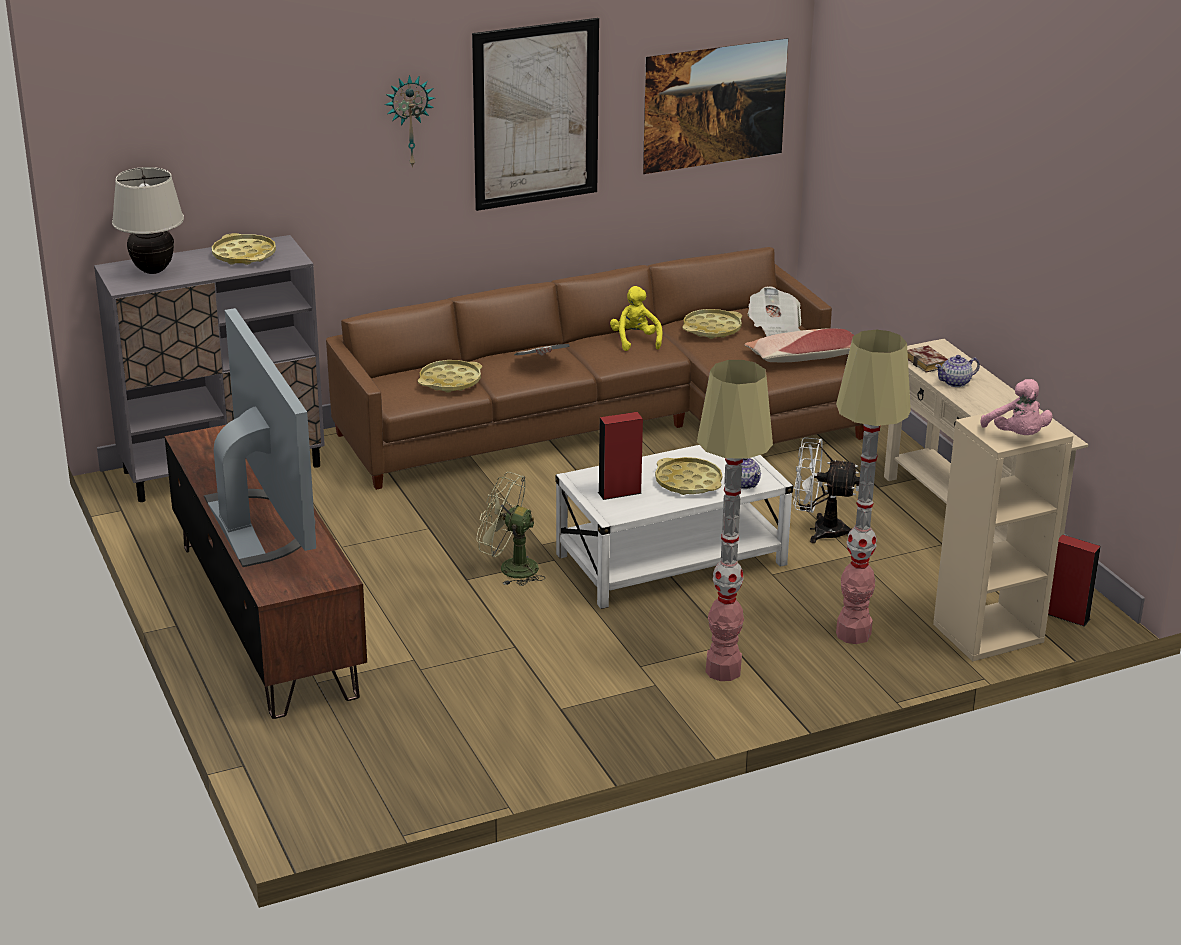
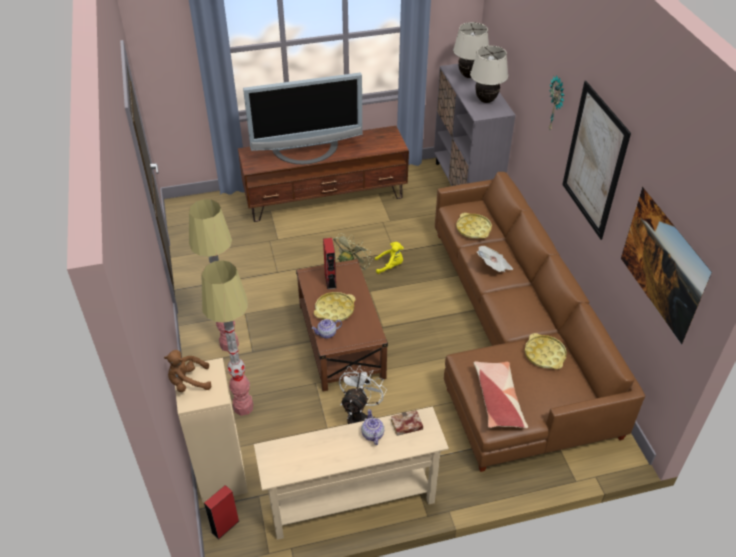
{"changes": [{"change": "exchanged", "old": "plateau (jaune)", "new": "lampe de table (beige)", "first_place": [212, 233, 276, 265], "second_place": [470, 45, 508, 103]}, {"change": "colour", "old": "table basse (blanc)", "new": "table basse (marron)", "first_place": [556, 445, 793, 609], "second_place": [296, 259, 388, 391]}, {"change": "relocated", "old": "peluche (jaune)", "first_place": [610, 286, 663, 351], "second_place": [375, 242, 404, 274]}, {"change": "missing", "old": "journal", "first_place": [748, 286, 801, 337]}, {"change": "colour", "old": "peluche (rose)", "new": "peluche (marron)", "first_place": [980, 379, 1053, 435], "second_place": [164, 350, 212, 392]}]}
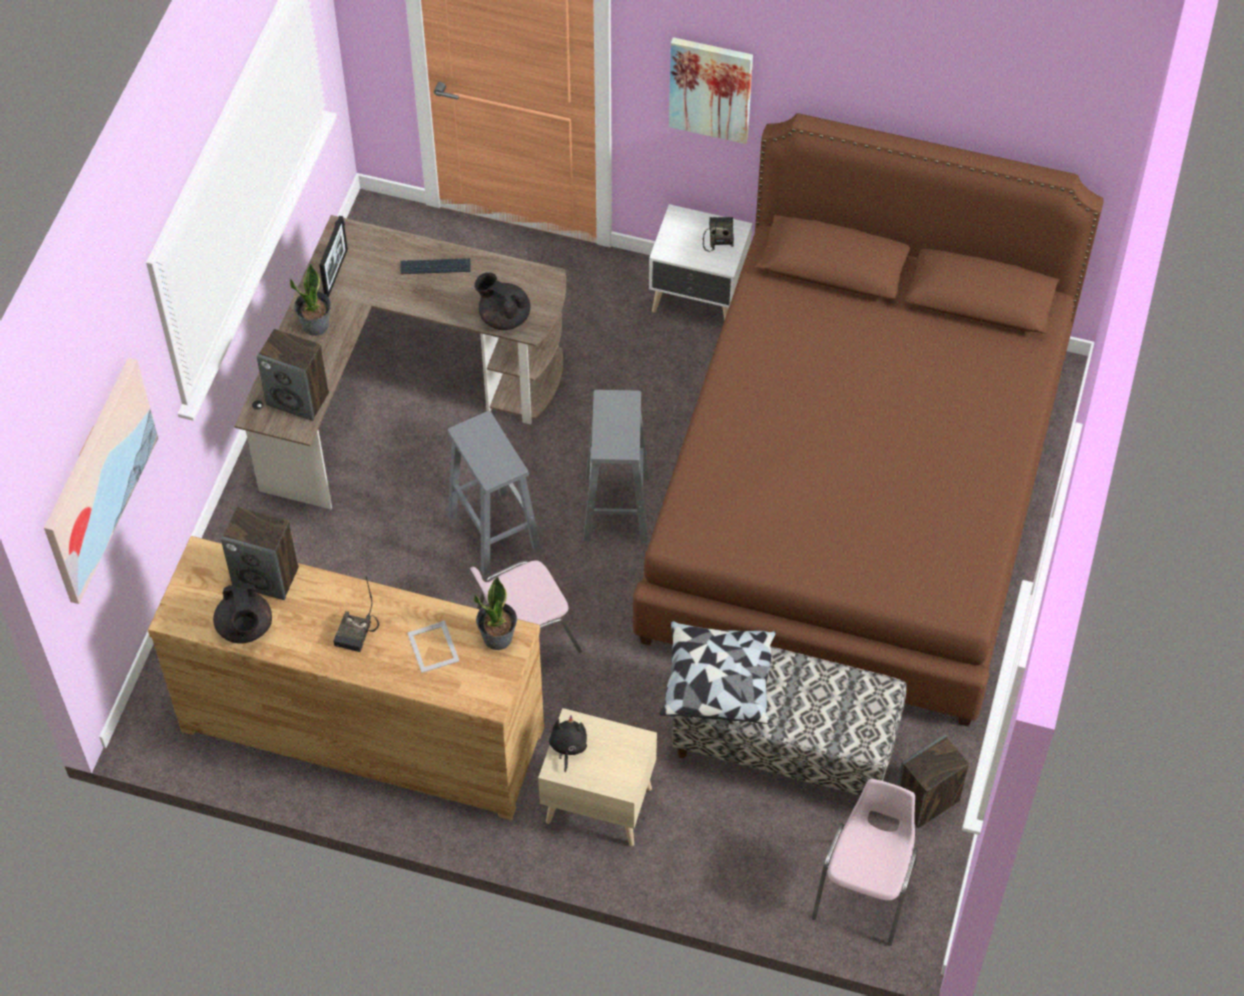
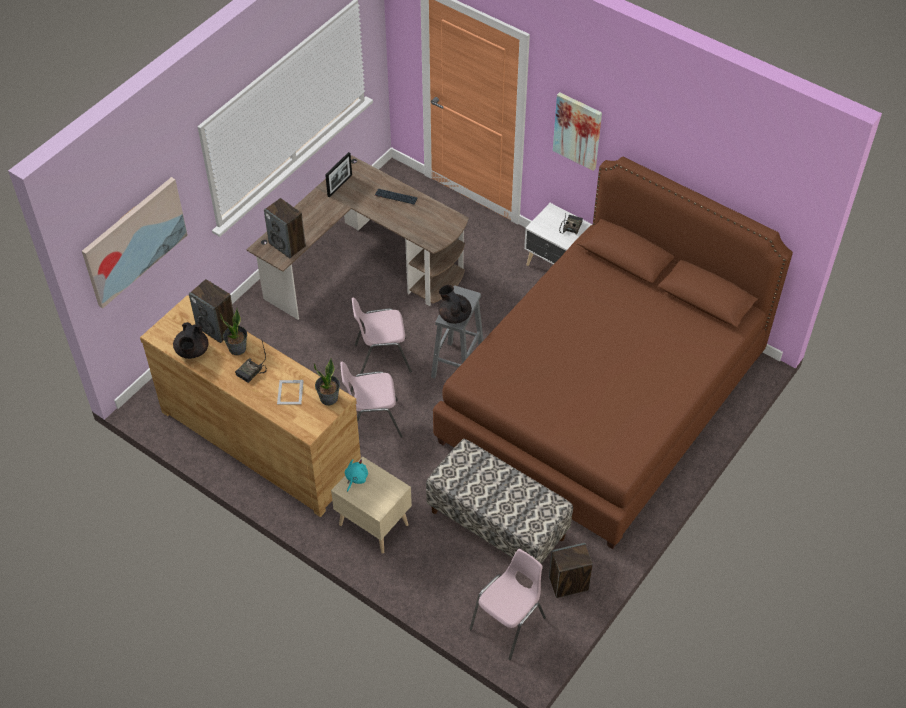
{"changes": [{"change": "relocated", "old": "plante en pot", "first_place": [290, 263, 331, 336], "second_place": [220, 308, 247, 355]}, {"change": "exchanged", "old": "tabouret (gris)", "new": "chaise (rose)", "first_place": [448, 411, 542, 576], "second_place": [352, 298, 412, 374]}, {"change": "relocated", "old": "théière (noir)", "first_place": [474, 272, 530, 330], "second_place": [438, 285, 472, 324]}, {"change": "colour", "old": "peluche (noir)", "new": "peluche (turquoise)", "first_place": [549, 715, 587, 772], "second_place": [345, 459, 368, 492]}, {"change": "missing", "old": "coussin", "first_place": [659, 621, 776, 724]}]}
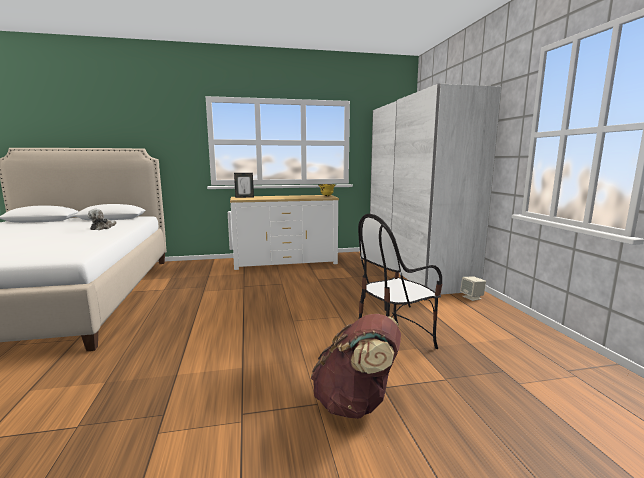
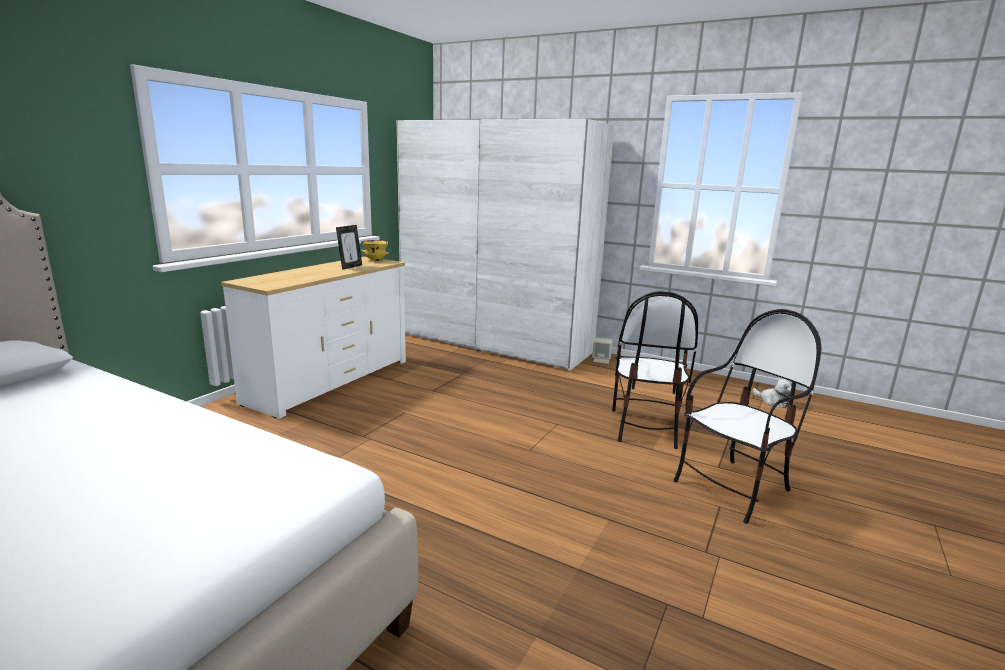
{"changes": [{"change": "relocated", "old": "peluche", "first_place": [88, 209, 117, 230], "second_place": [752, 379, 792, 408]}, {"change": "relocated", "old": "cadre photo", "first_place": [234, 173, 254, 198], "second_place": [336, 225, 362, 270]}, {"change": "exchanged", "old": "sac à dos (marron)", "new": "chaise", "first_place": [311, 314, 401, 419], "second_place": [673, 309, 821, 524]}]}
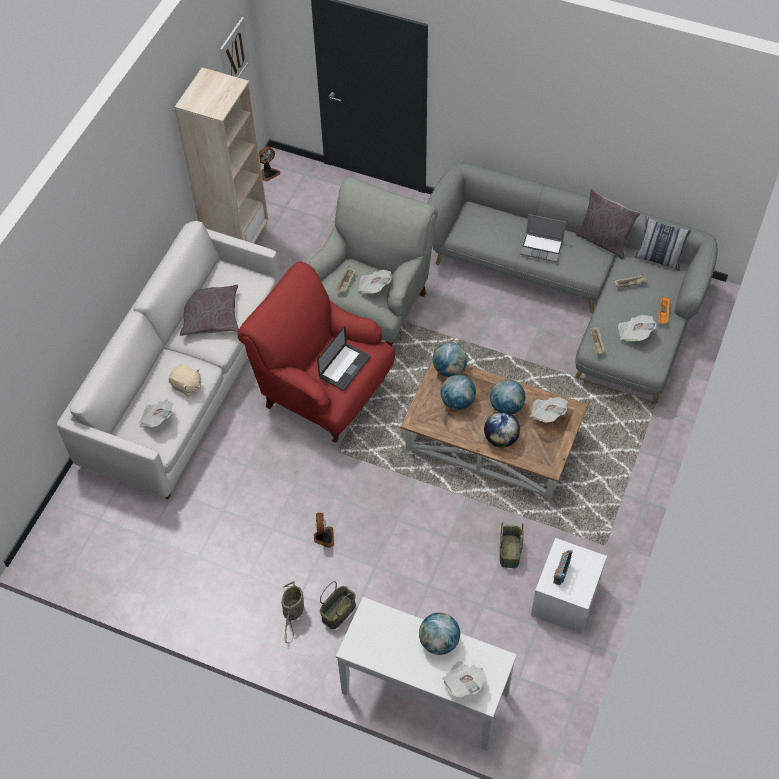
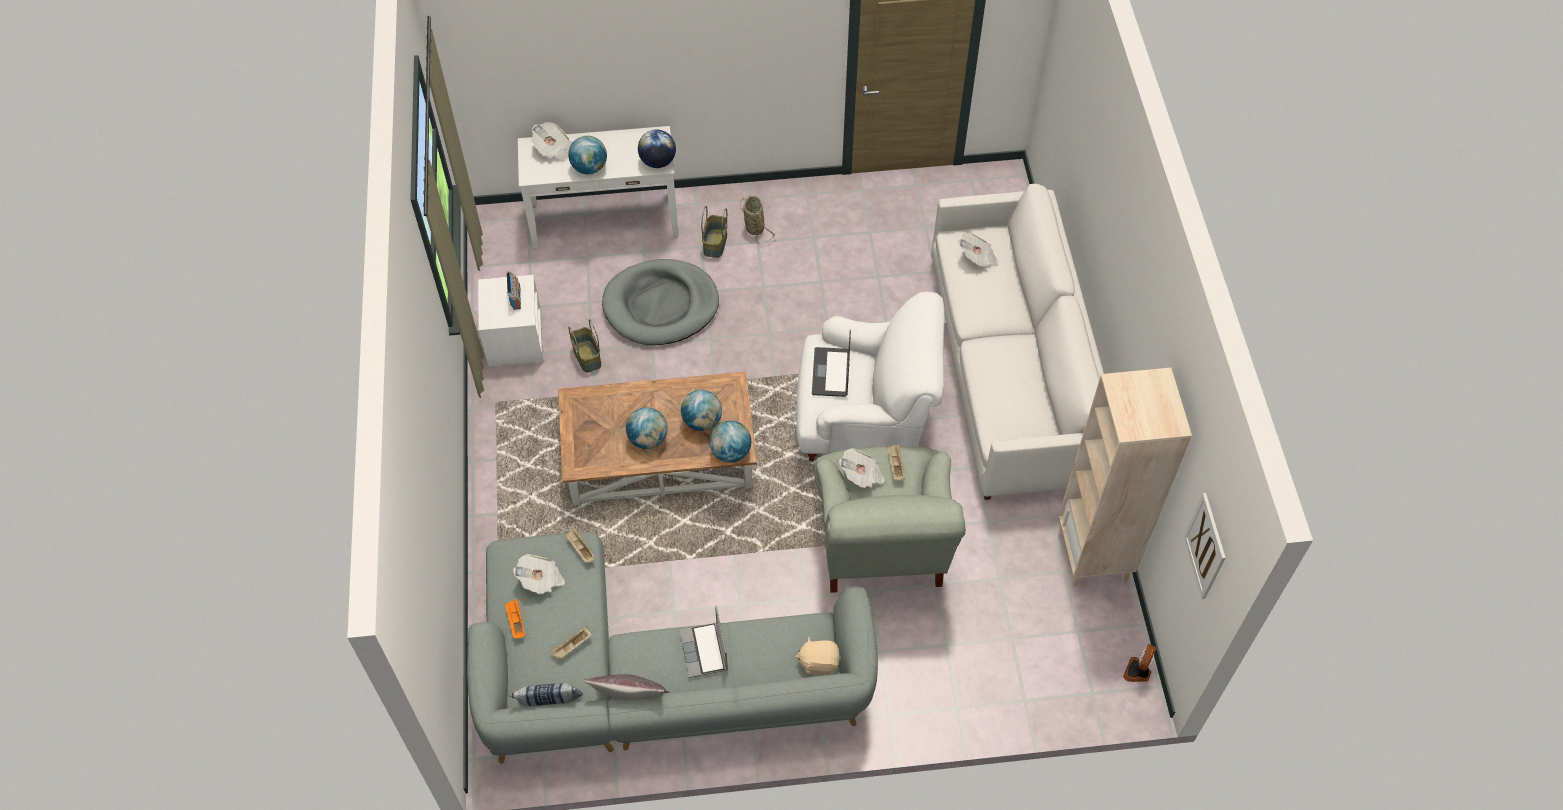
{"changes": [{"change": "relocated", "old": "peluche (beige)", "first_place": [168, 364, 201, 397], "second_place": [795, 637, 841, 675]}, {"change": "missing", "old": "coussin (gris)", "first_place": [180, 285, 239, 336]}, {"change": "colour", "old": "fauteuil (rouge)", "new": "fauteuil (blanc)", "first_place": [238, 261, 395, 443], "second_place": [796, 292, 945, 465]}, {"change": "missing", "old": "ventilateur", "first_place": [314, 513, 334, 548]}, {"change": "relocated", "old": "globe", "first_place": [484, 412, 520, 448], "second_place": [638, 130, 676, 168]}, {"change": "spun", "old": "ordinateur portable", "first_place": [520, 214, 566, 262], "second_place": [679, 605, 728, 678], "degrees": -90}, {"change": "missing", "old": "journal", "first_place": [530, 397, 567, 423]}, {"change": "appeared", "new": "panier pour chien (gris)", "second_place": [602, 259, 719, 345]}]}
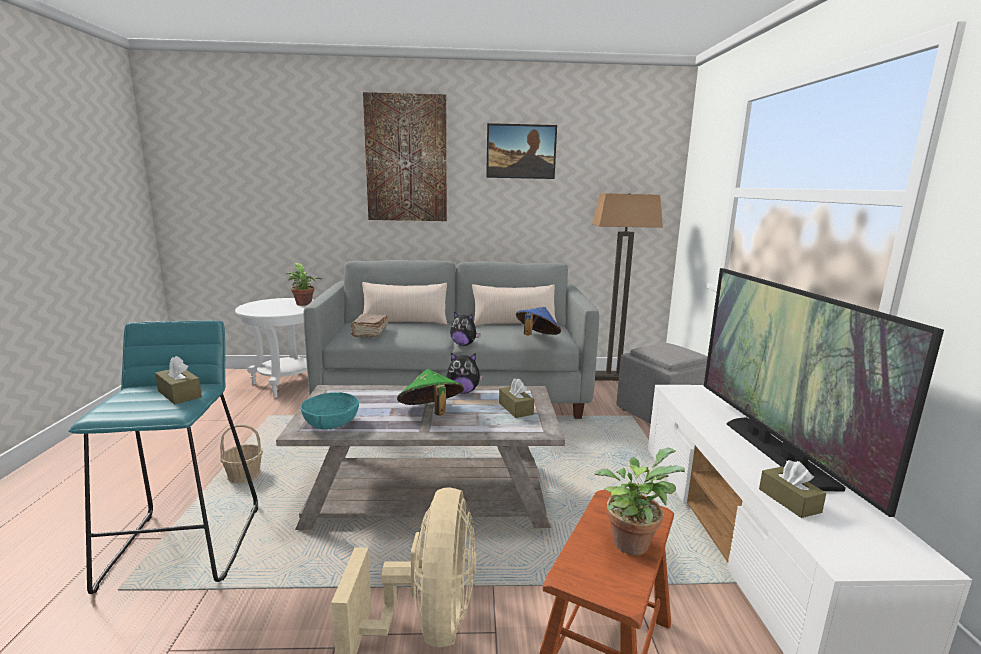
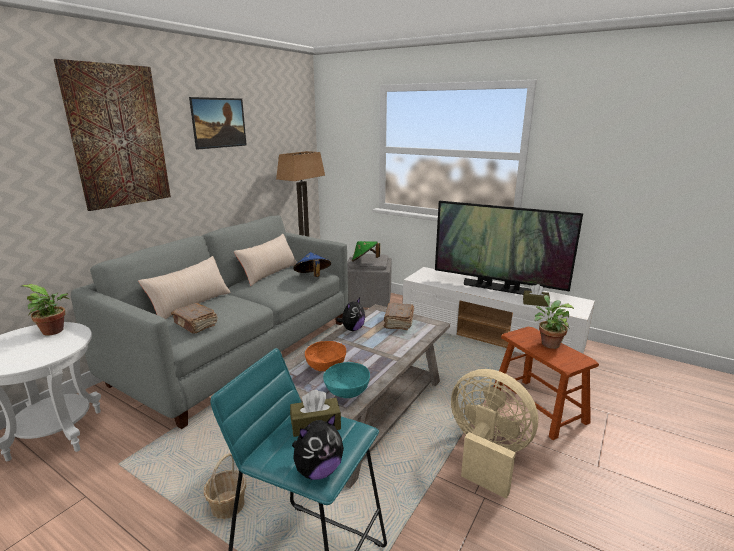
{"changes": [{"change": "relocated", "old": "chapeau (vert)", "first_place": [397, 369, 464, 415], "second_place": [352, 241, 380, 262]}, {"change": "relocated", "old": "peluche", "first_place": [450, 312, 481, 346], "second_place": [292, 414, 344, 480]}, {"change": "exchanged", "old": "boîte à mouchoirs (marron)", "new": "livre (marron)", "first_place": [499, 378, 534, 418], "second_place": [384, 303, 414, 330]}, {"change": "appeared", "new": "bol (orange)", "second_place": [305, 341, 346, 371]}]}
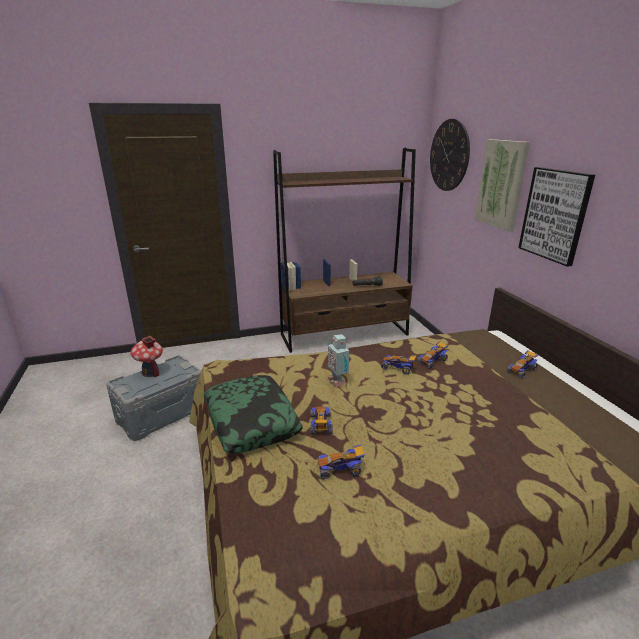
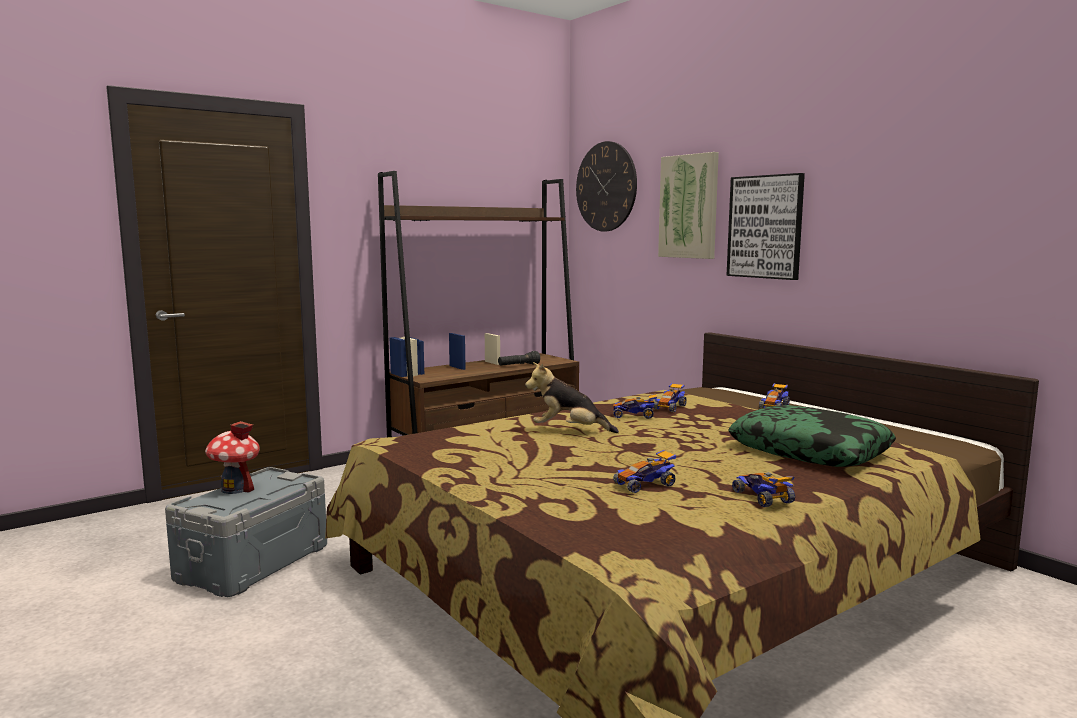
{"changes": [{"change": "relocated", "old": "coussin", "first_place": [204, 375, 303, 453], "second_place": [728, 405, 896, 467]}, {"change": "relocated", "old": "petite voiture", "first_place": [310, 407, 333, 435], "second_place": [732, 472, 795, 507]}, {"change": "exchanged", "old": "robot jouet", "new": "peluche", "first_place": [328, 334, 349, 387], "second_place": [525, 362, 619, 433]}]}
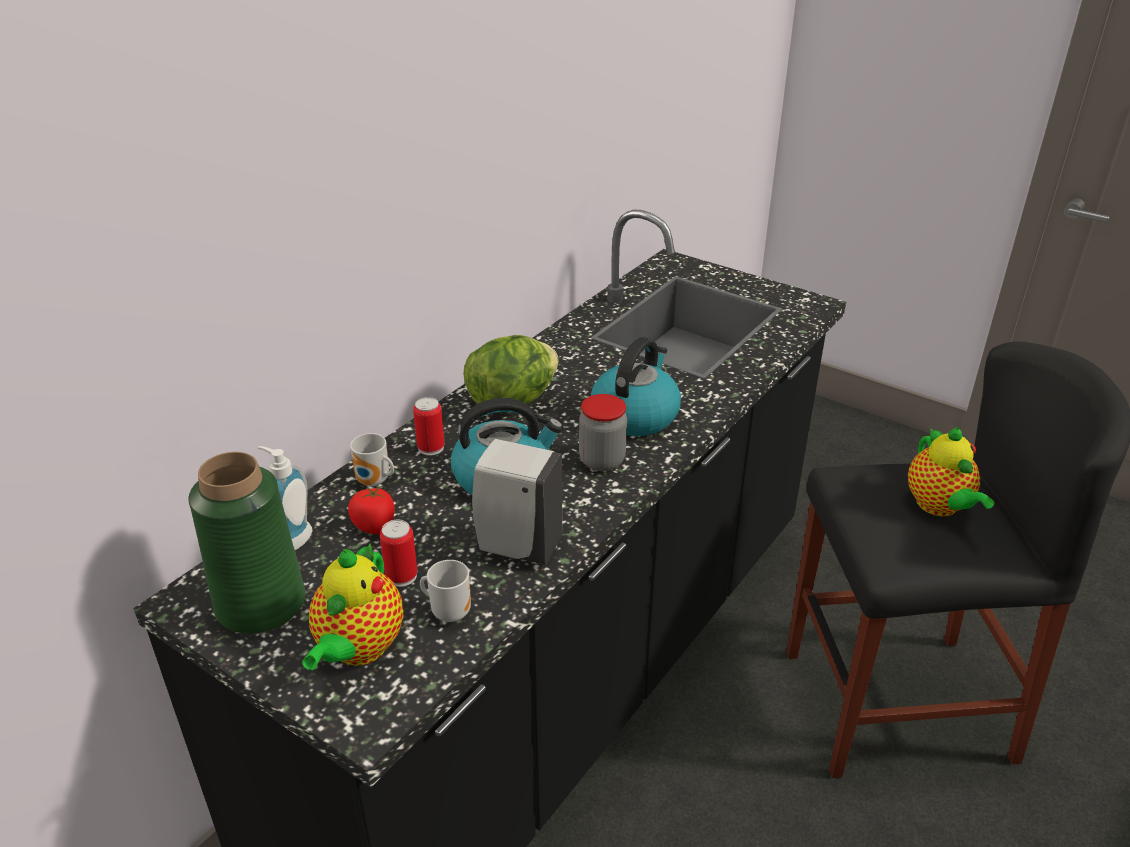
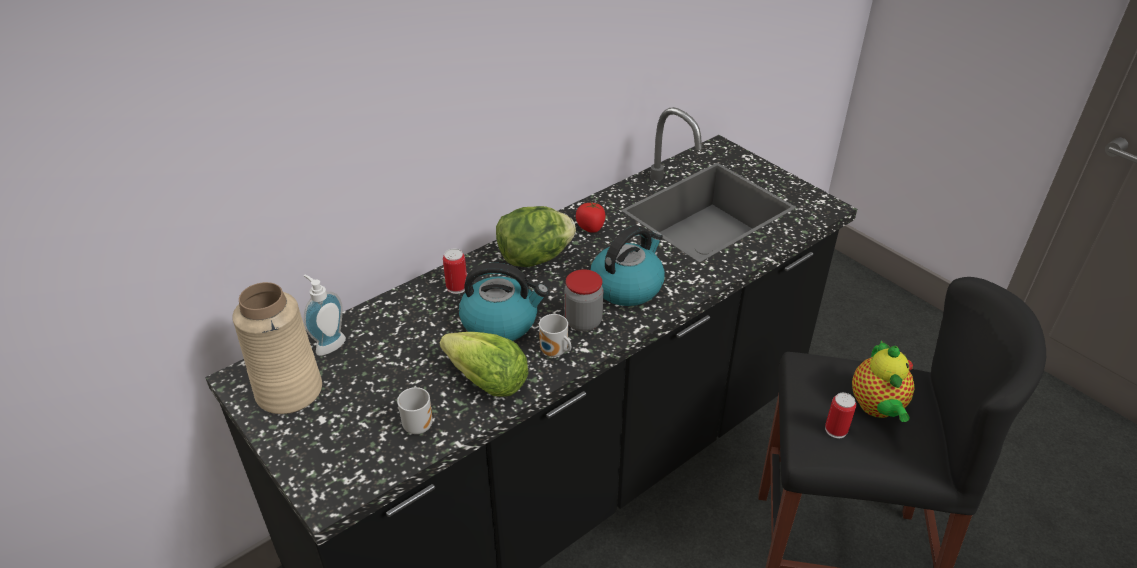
{"changes": [{"change": "colour", "old": "vase (vert)", "new": "vase (beige)", "first_place": [188, 452, 305, 634], "second_place": [232, 282, 322, 414]}, {"change": "missing", "old": "théière", "first_place": [302, 543, 403, 670]}, {"change": "relocated", "old": "tomate", "first_place": [348, 486, 394, 534], "second_place": [576, 201, 605, 233]}, {"change": "relocated", "old": "mug", "first_place": [350, 433, 394, 487], "second_place": [539, 314, 571, 357]}, {"change": "relocated", "old": "boîte métallique", "first_place": [380, 520, 418, 587], "second_place": [825, 393, 856, 438]}, {"change": "exchanged", "old": "distributeur de savon (blanc)", "new": "laitue", "first_place": [472, 439, 562, 565], "second_place": [440, 332, 529, 396]}]}
